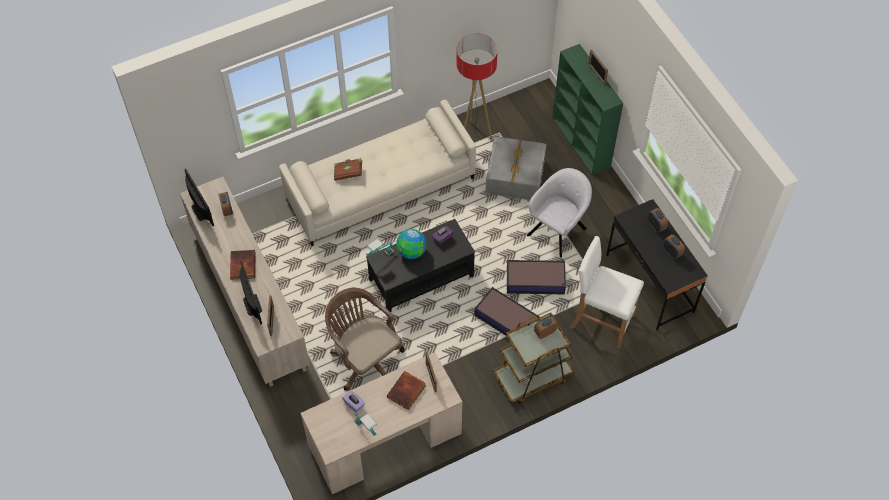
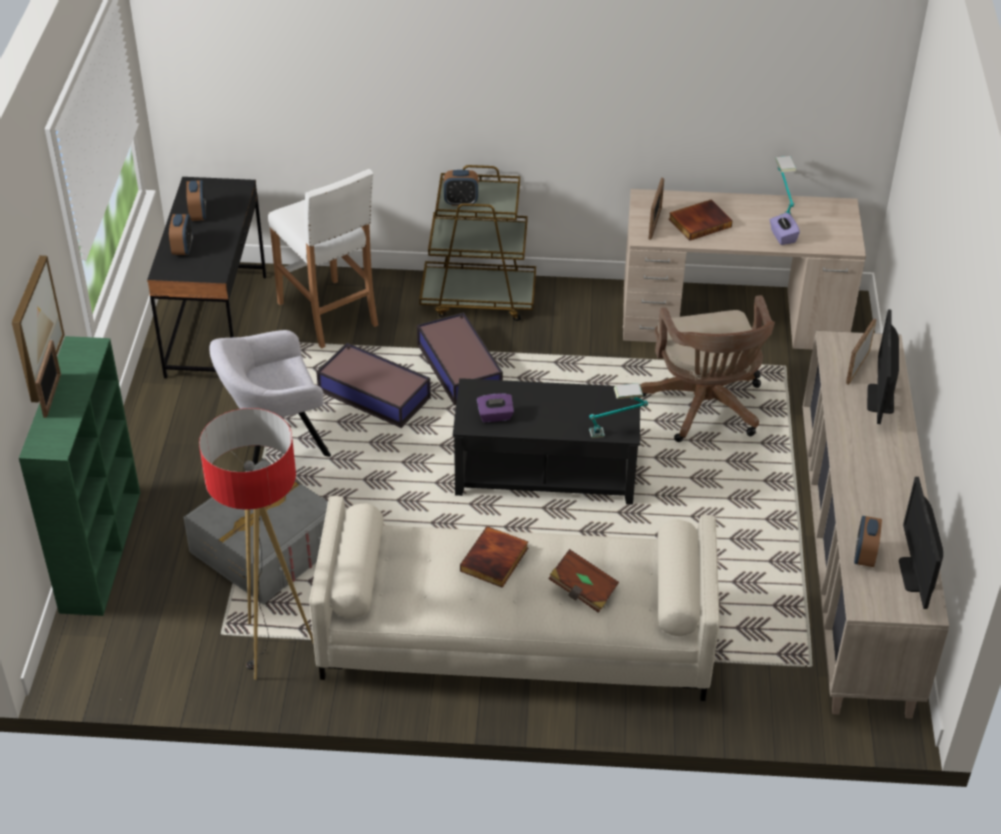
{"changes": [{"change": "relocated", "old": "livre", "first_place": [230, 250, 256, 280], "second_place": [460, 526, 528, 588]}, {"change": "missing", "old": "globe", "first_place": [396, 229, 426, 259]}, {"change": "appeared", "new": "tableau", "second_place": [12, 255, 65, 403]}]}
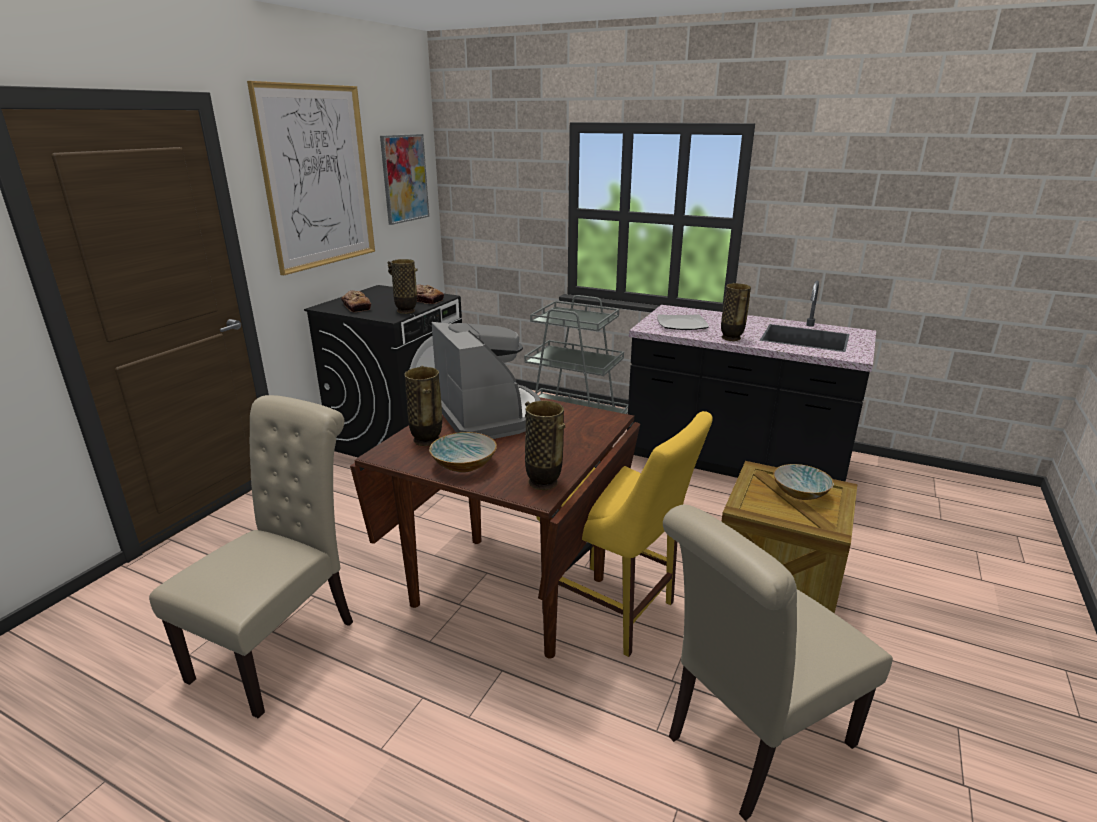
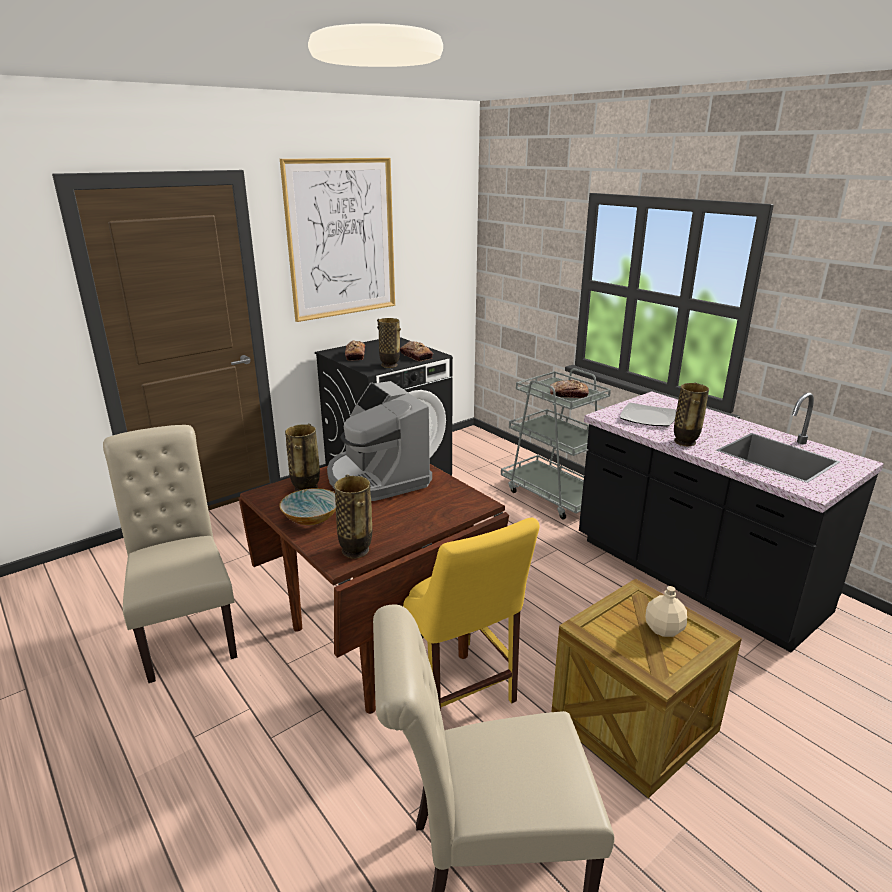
{"changes": [{"change": "spun", "old": "chaise (beige)", "first_place": [149, 395, 353, 719], "second_place": [103, 425, 238, 683], "degrees": -75}, {"change": "missing", "old": "tableau", "first_place": [380, 134, 429, 225]}, {"change": "spun", "old": "machine à café", "first_place": [432, 322, 541, 439], "second_place": [327, 381, 432, 501], "degrees": 150}, {"change": "exchanged", "old": "bol", "new": "bouteille (beige)", "first_place": [773, 464, 834, 500], "second_place": [645, 586, 687, 637]}, {"change": "appeared", "new": "pain", "second_place": [550, 380, 589, 398]}]}
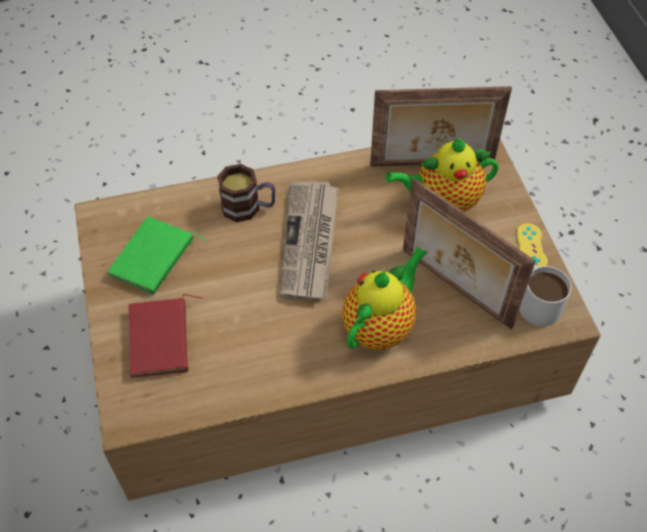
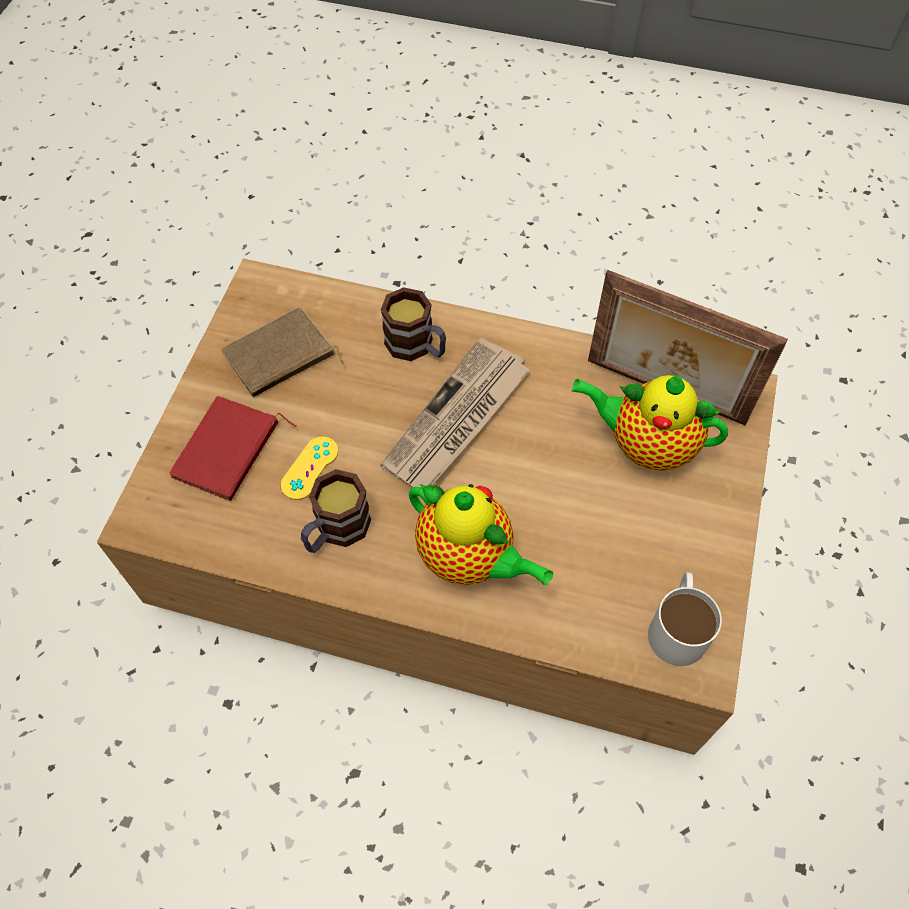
{"changes": [{"change": "colour", "old": "livre (vert)", "new": "livre (marron)", "first_place": [108, 217, 207, 295], "second_place": [221, 307, 344, 397]}, {"change": "spun", "old": "théière", "first_place": [342, 247, 427, 350], "second_place": [409, 484, 553, 586], "degrees": 60}, {"change": "missing", "old": "cadre photo", "first_place": [403, 178, 536, 329]}, {"change": "relocated", "old": "manette (jaune)", "first_place": [516, 223, 548, 267], "second_place": [280, 436, 338, 500]}, {"change": "appeared", "new": "mug", "second_place": [301, 469, 371, 553]}]}
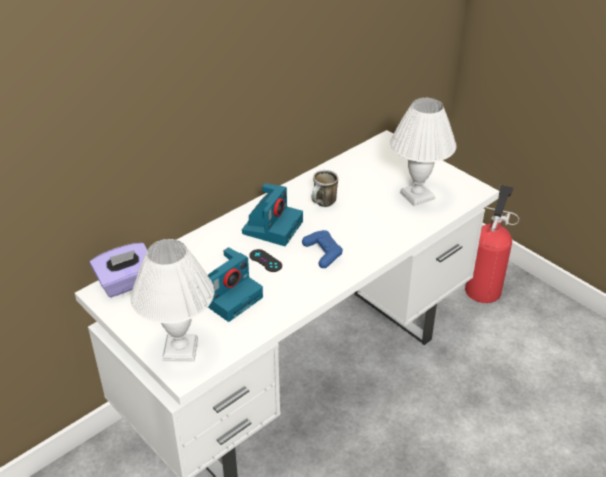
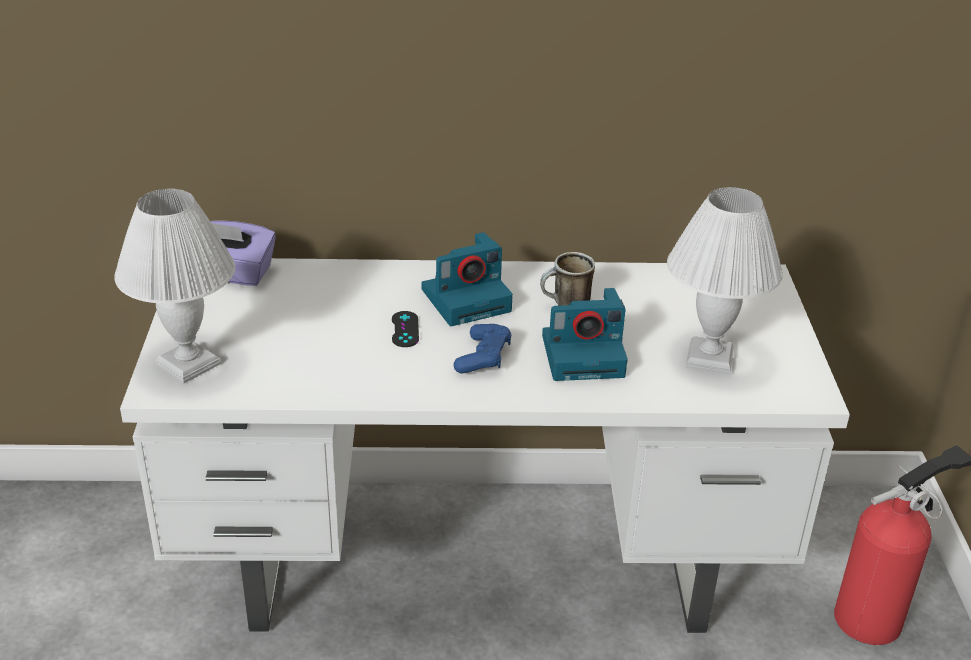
{"changes": [{"change": "relocated", "old": "appareil photo", "first_place": [208, 247, 263, 322], "second_place": [542, 288, 628, 381]}]}
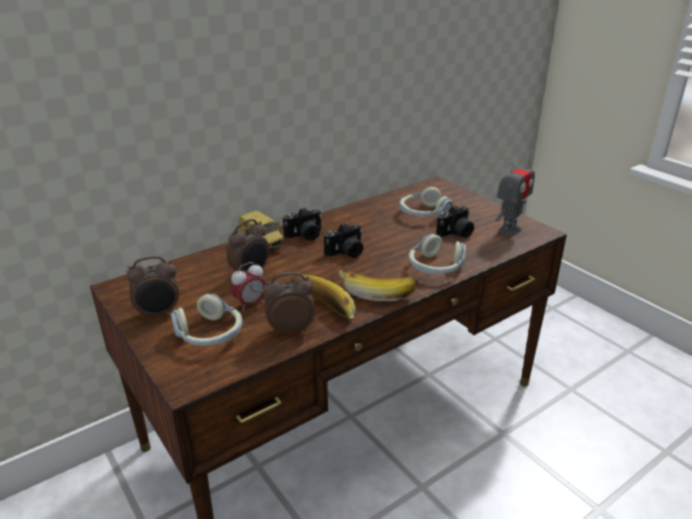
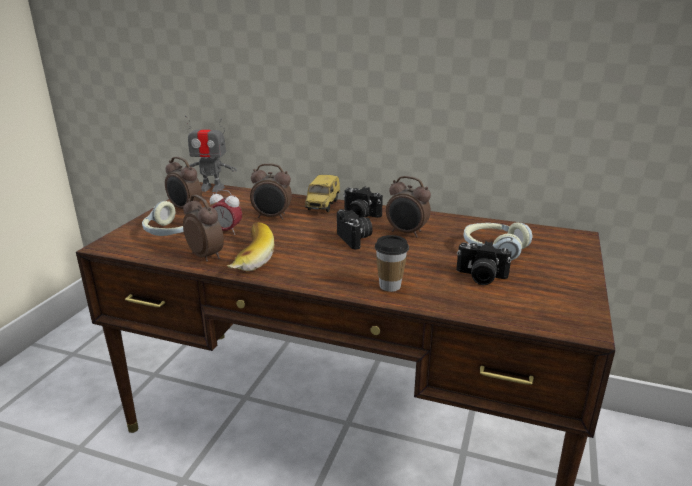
{"changes": [{"change": "spun", "old": "appareil photo", "first_place": [324, 223, 363, 258], "second_place": [337, 209, 373, 250], "degrees": -135}, {"change": "missing", "old": "banane", "first_place": [339, 270, 418, 301]}, {"change": "exchanged", "old": "casque audio", "new": "tasse", "first_place": [409, 234, 466, 274], "second_place": [375, 235, 409, 292]}, {"change": "relocated", "old": "robot jouet", "first_place": [495, 154, 535, 236], "second_place": [185, 115, 237, 192]}, {"change": "appeared", "new": "réveil", "second_place": [386, 176, 431, 237]}]}
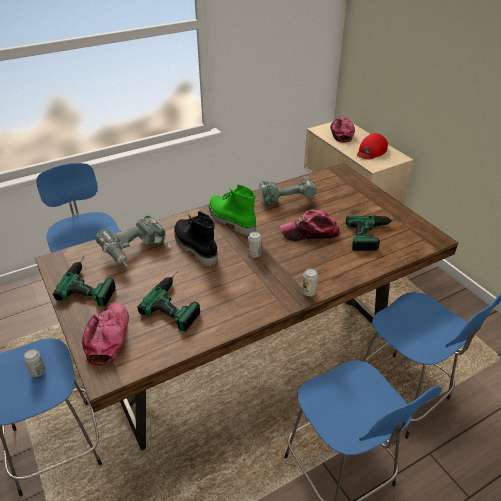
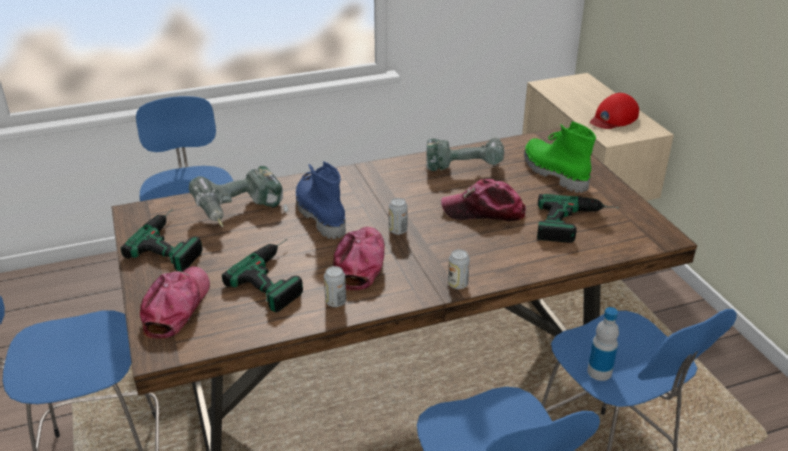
{"changes": [{"change": "relocated", "old": "boîte métallique", "first_place": [24, 349, 46, 377], "second_place": [324, 266, 346, 307]}, {"change": "colour", "old": "botte (noir)", "new": "botte (bleu)", "first_place": [174, 211, 218, 267], "second_place": [296, 161, 346, 239]}, {"change": "relocated", "old": "botte (vert)", "first_place": [209, 184, 256, 236], "second_place": [524, 121, 596, 193]}, {"change": "relocated", "old": "casquette", "first_place": [330, 117, 355, 143], "second_place": [333, 227, 385, 290]}, {"change": "appeared", "new": "bouteille", "second_place": [587, 307, 619, 381]}]}
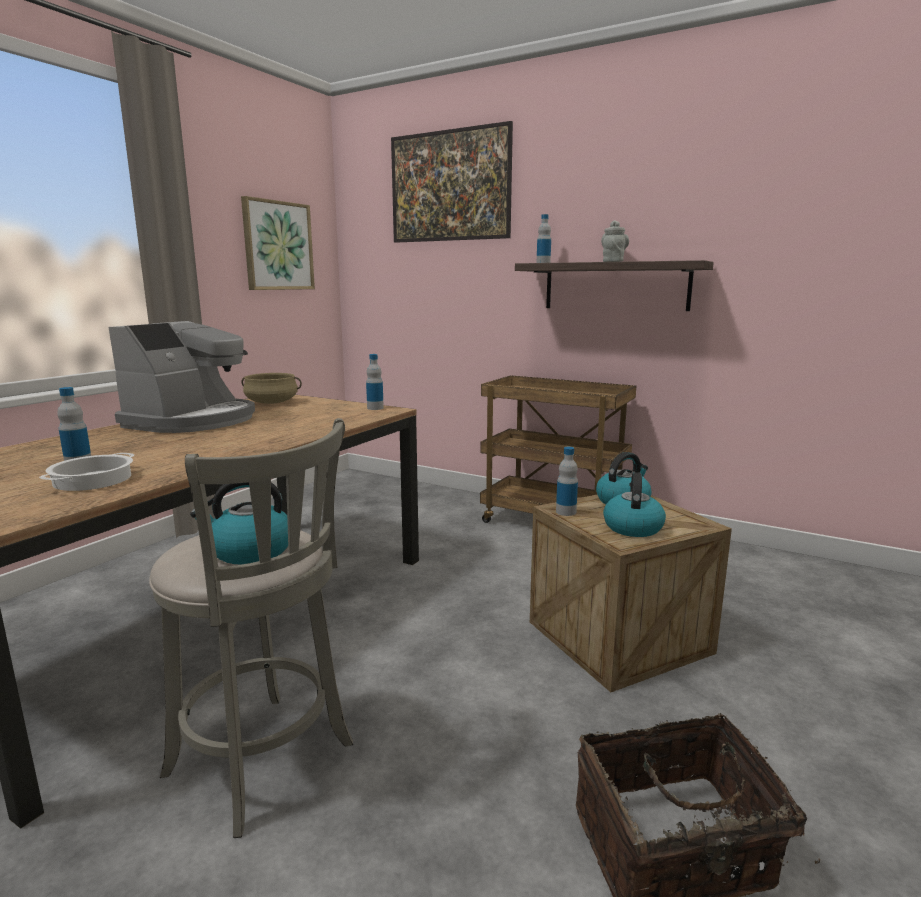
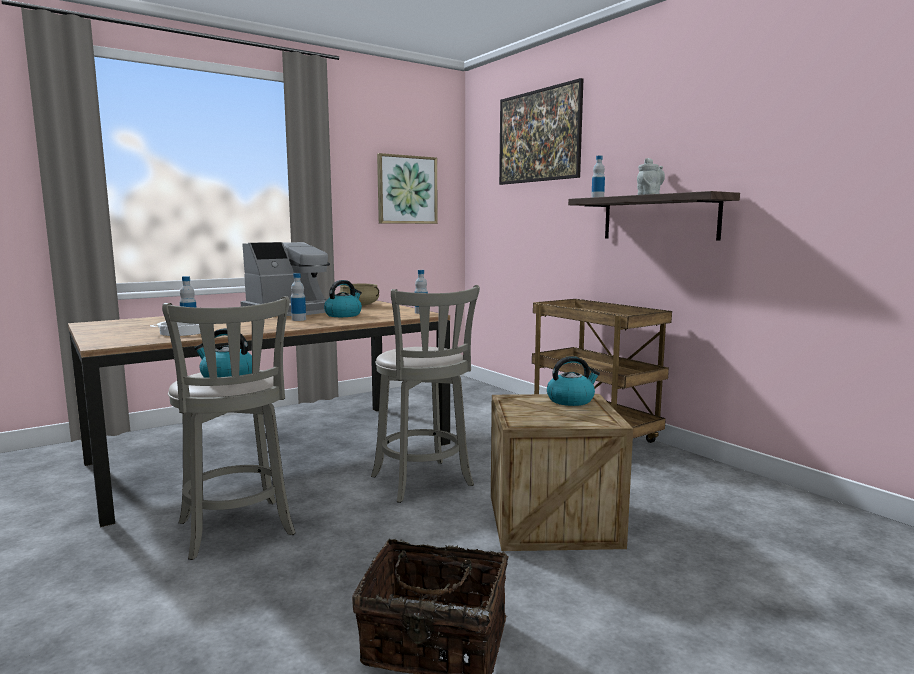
{"changes": [{"change": "relocated", "old": "bouteille", "first_place": [556, 447, 578, 516], "second_place": [291, 273, 306, 321]}, {"change": "relocated", "old": "bouilloire", "first_place": [603, 472, 666, 537], "second_place": [324, 280, 362, 317]}, {"change": "appeared", "new": "tabouret (gris)", "second_place": [371, 285, 480, 503]}]}
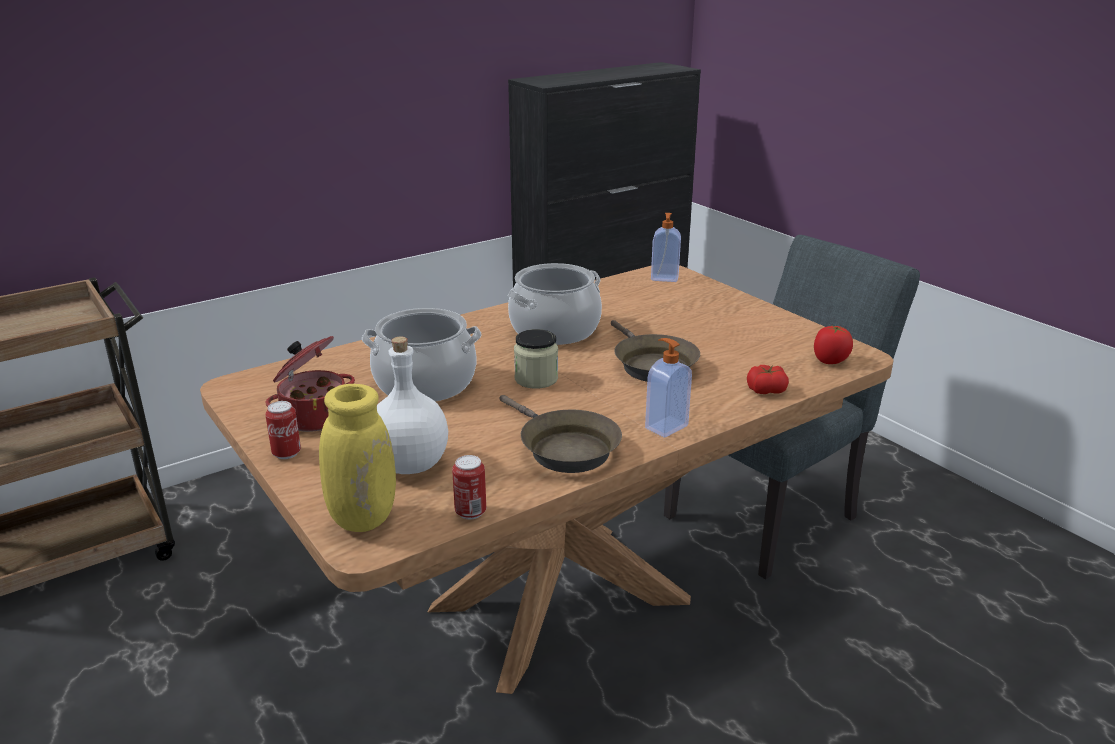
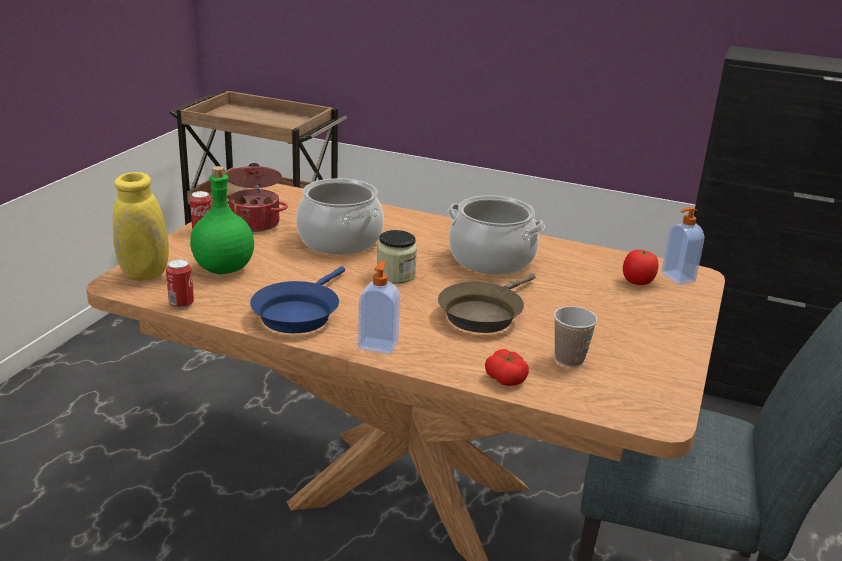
{"changes": [{"change": "colour", "old": "bouteille (blanc)", "new": "bouteille (vert)", "first_place": [377, 337, 448, 474], "second_place": [190, 166, 254, 274]}, {"change": "colour", "old": "poêle (marron)", "new": "poêle (bleu)", "first_place": [500, 395, 622, 473], "second_place": [250, 266, 345, 333]}, {"change": "relocated", "old": "tomate", "first_place": [814, 325, 853, 364], "second_place": [623, 250, 659, 285]}, {"change": "appeared", "new": "tasse", "second_place": [554, 306, 598, 367]}]}
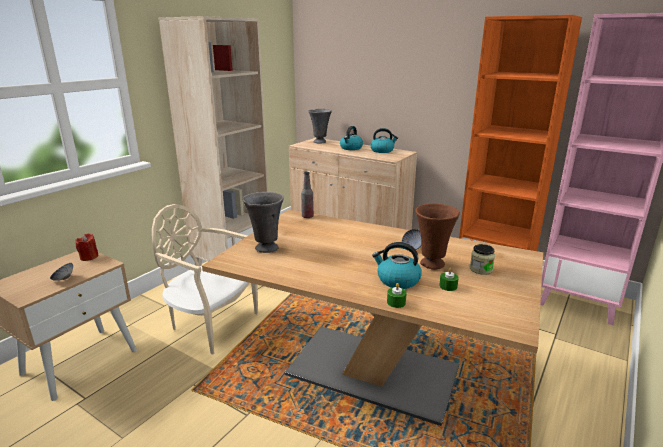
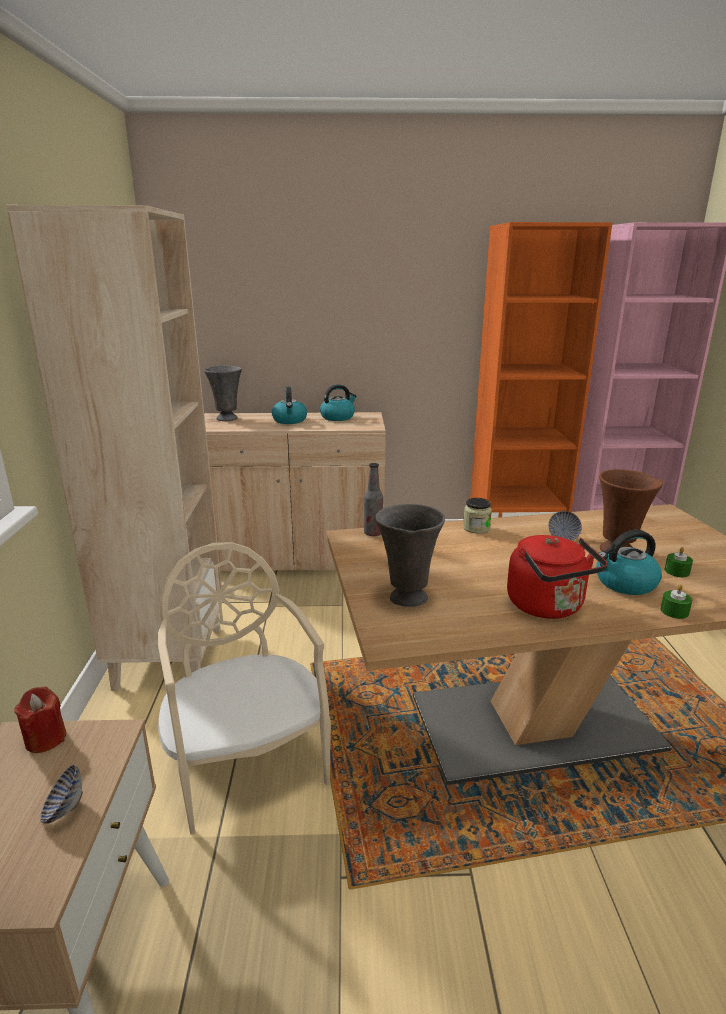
{"changes": [{"change": "spun", "old": "chaise (beige)", "first_place": [152, 204, 258, 355], "second_place": [158, 542, 331, 835], "degrees": 75}, {"change": "relocated", "old": "bocal", "first_place": [470, 244, 495, 275], "second_place": [463, 498, 492, 534]}, {"change": "appeared", "new": "bouilloire (rouge)", "second_place": [507, 535, 608, 619]}]}
